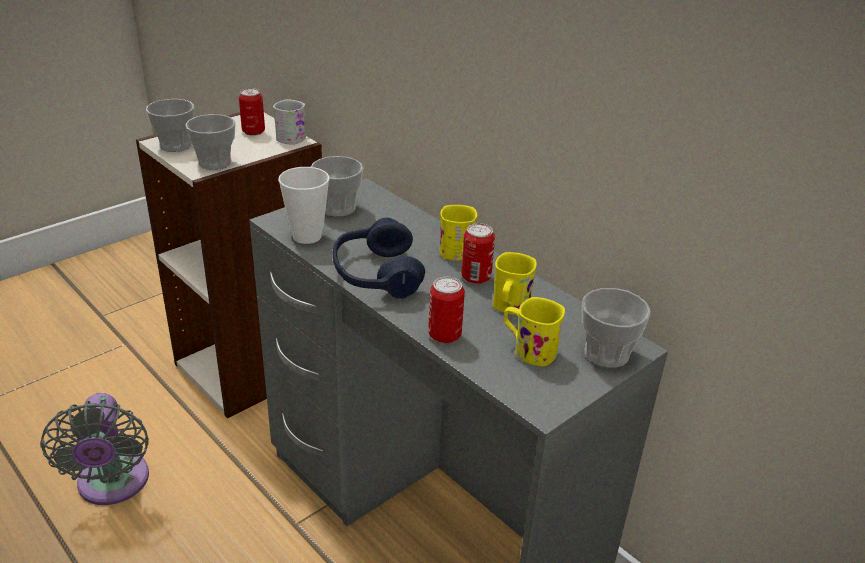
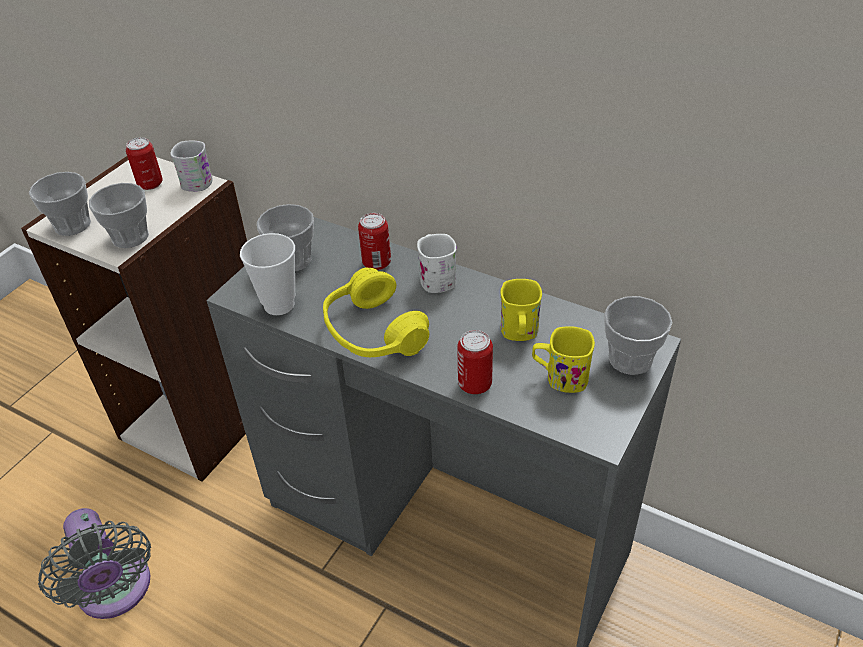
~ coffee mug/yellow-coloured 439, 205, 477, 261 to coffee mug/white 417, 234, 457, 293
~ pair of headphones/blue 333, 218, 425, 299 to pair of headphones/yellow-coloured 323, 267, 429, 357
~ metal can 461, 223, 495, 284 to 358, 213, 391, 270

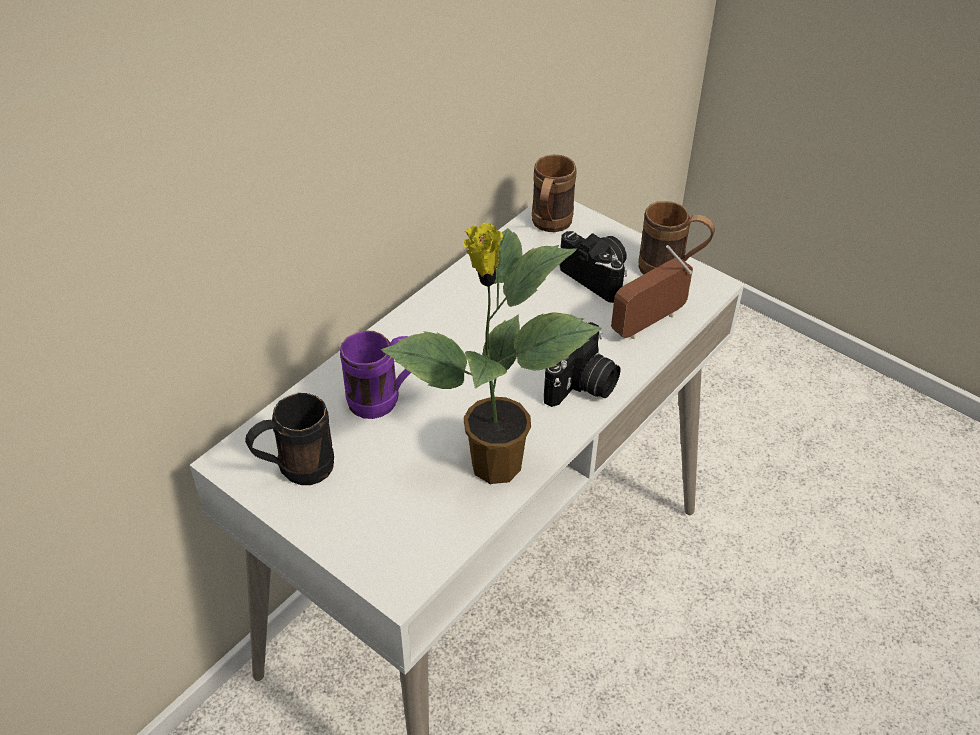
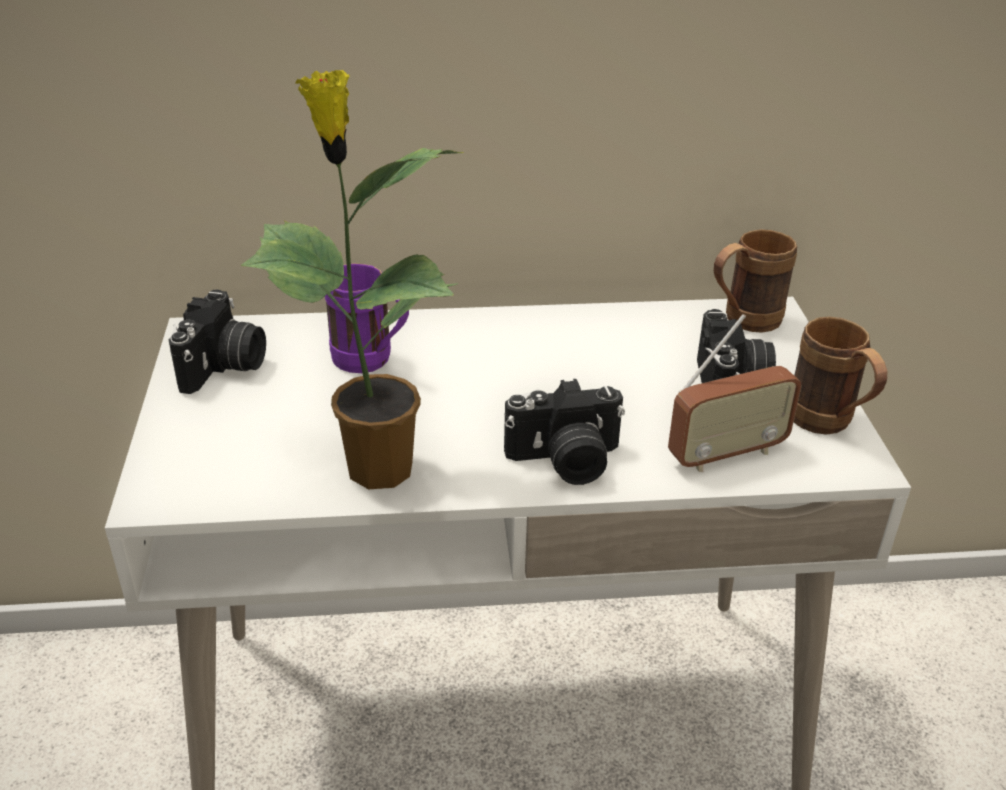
~ radio 611, 245, 693, 339 = 668, 314, 802, 472 150 degrees clockwise
~ coffee mug/black 245, 393, 334, 485 to photo camera 169, 290, 266, 394

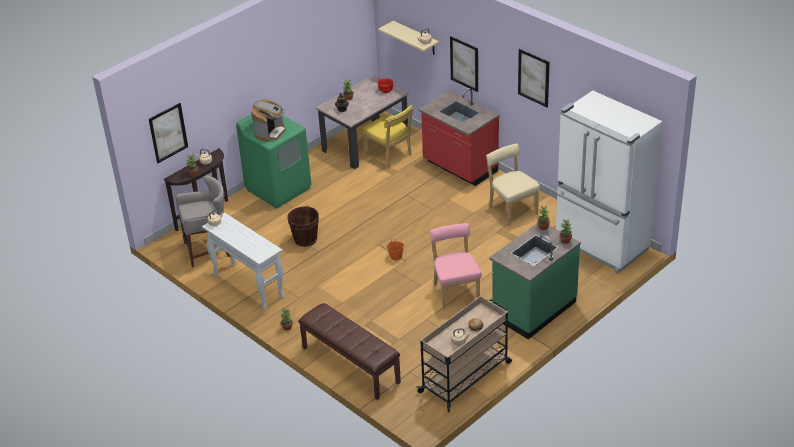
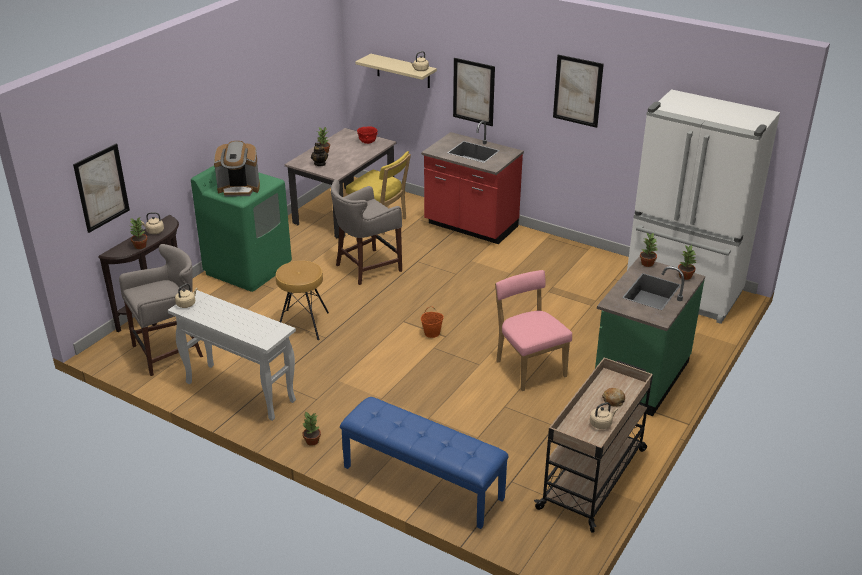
~ coffee maker 251, 99, 286, 142 = 214, 141, 260, 197 75 degrees clockwise
- plain chair/beige 486, 143, 540, 226
~ pail/brown 287, 205, 319, 247 to stool seat/brown 276, 261, 329, 340
~ indoor bench/brown 298, 303, 401, 400 to indoor bench/blue 340, 397, 509, 529
+ stool seat/greyish 331, 179, 402, 285

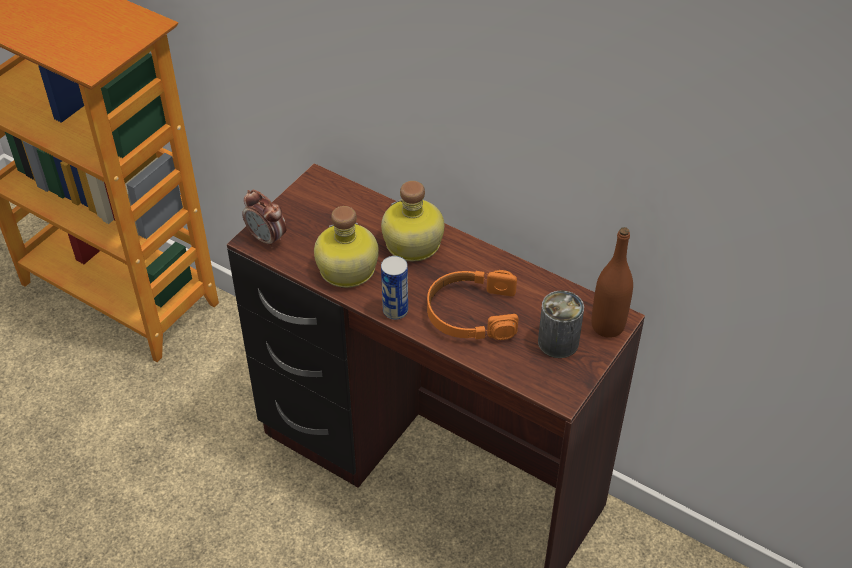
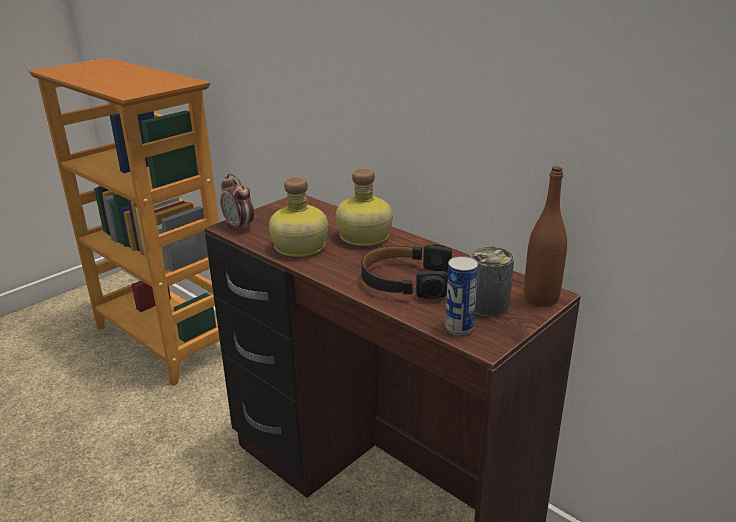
~ metal can 381, 256, 408, 320 to 445, 256, 478, 335
~ pair of headphones/orangey 427, 270, 518, 340 to pair of headphones/black 361, 244, 452, 299

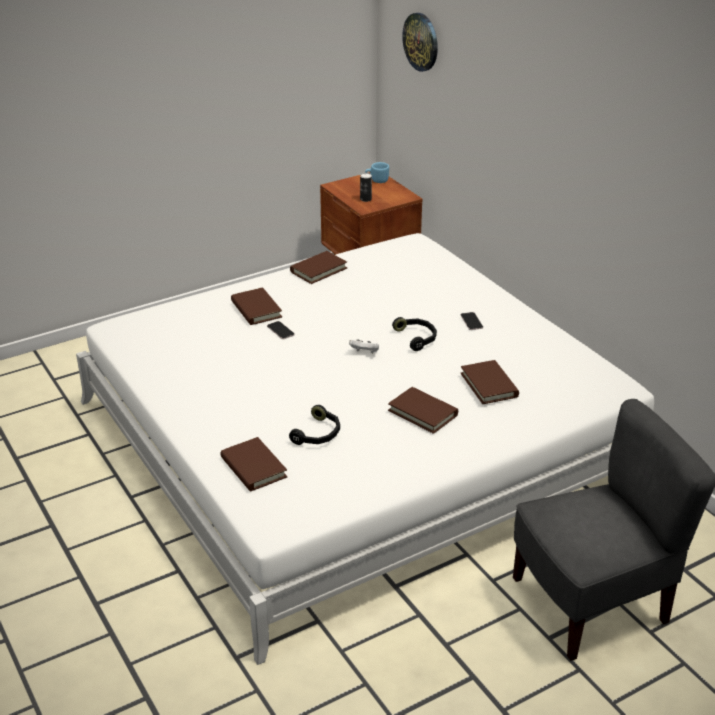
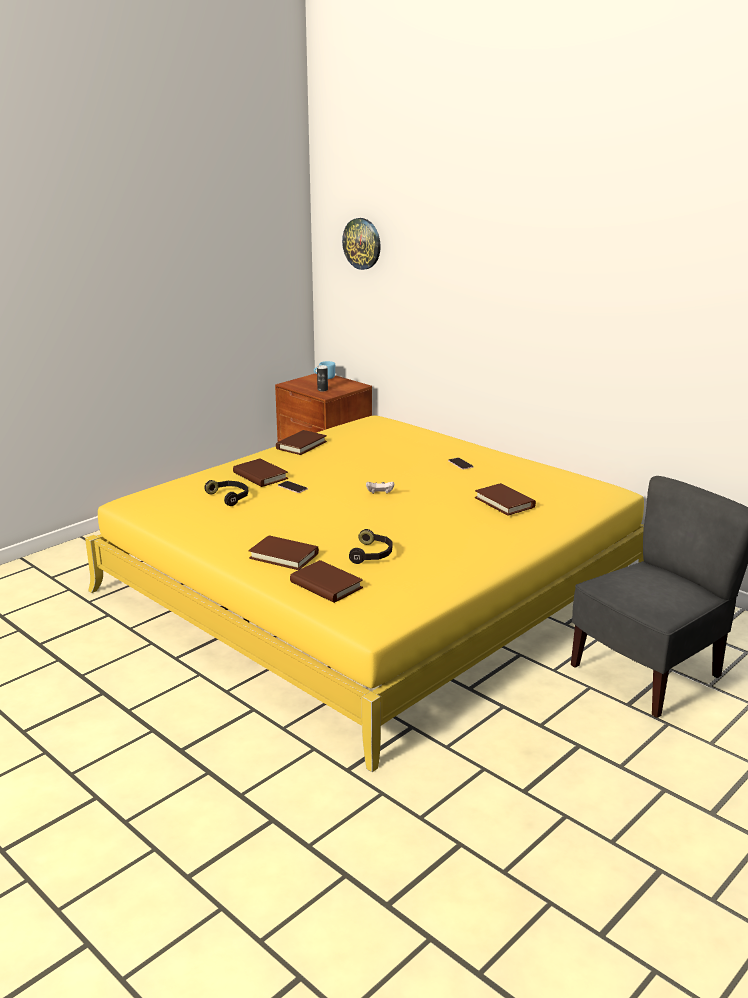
~ sleeping bed/white 76, 233, 654, 665 to sleeping bed/yellow-coloured 85, 415, 644, 772
~ pair of headphones/black 392, 317, 437, 351 to 204, 480, 248, 506
~ volume/brown 388, 387, 458, 434 to 248, 535, 319, 570

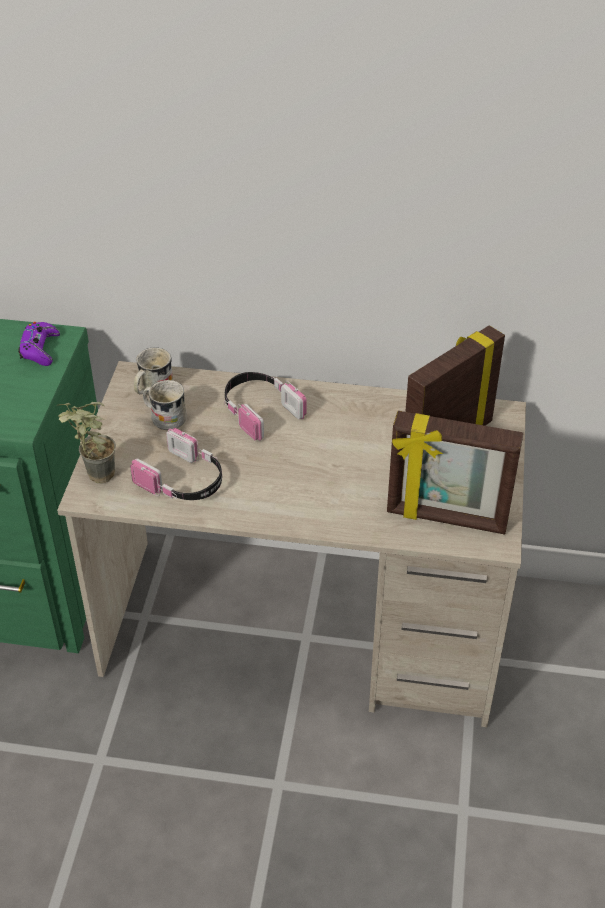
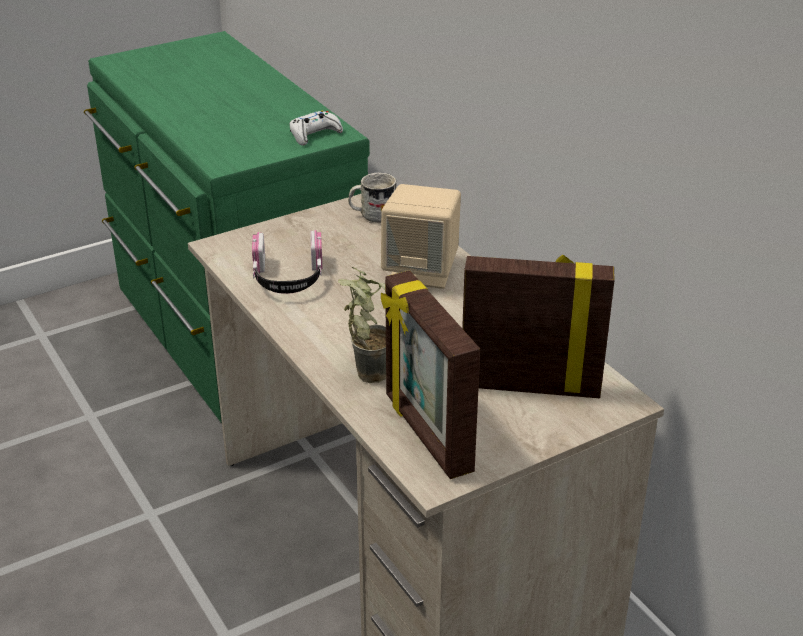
~ gamepad/purple 18, 322, 60, 366 to gamepad/white 290, 110, 343, 146
~ pair of headphones 224, 372, 307, 441 to speaker/beige 381, 184, 461, 289
- coffee mug/white 143, 380, 187, 430
~ houseplant 58, 402, 116, 483 to 338, 267, 386, 383

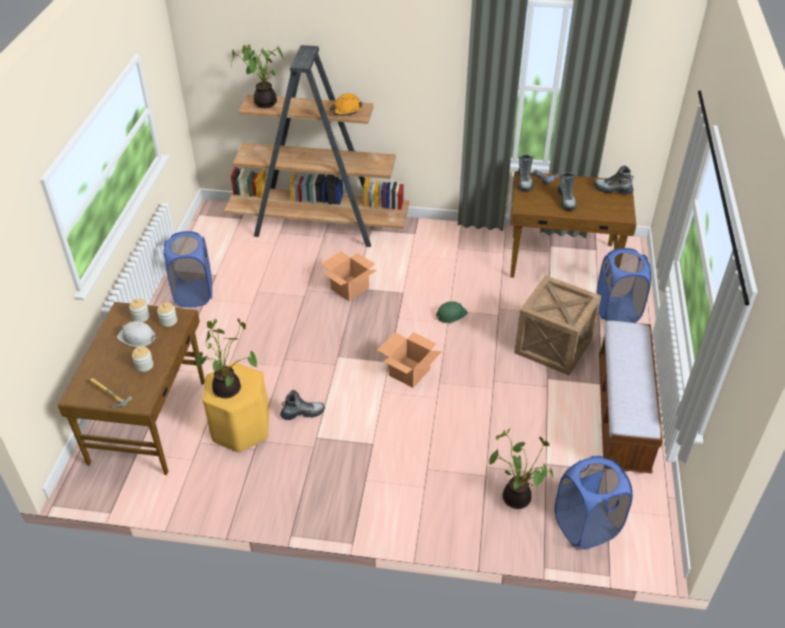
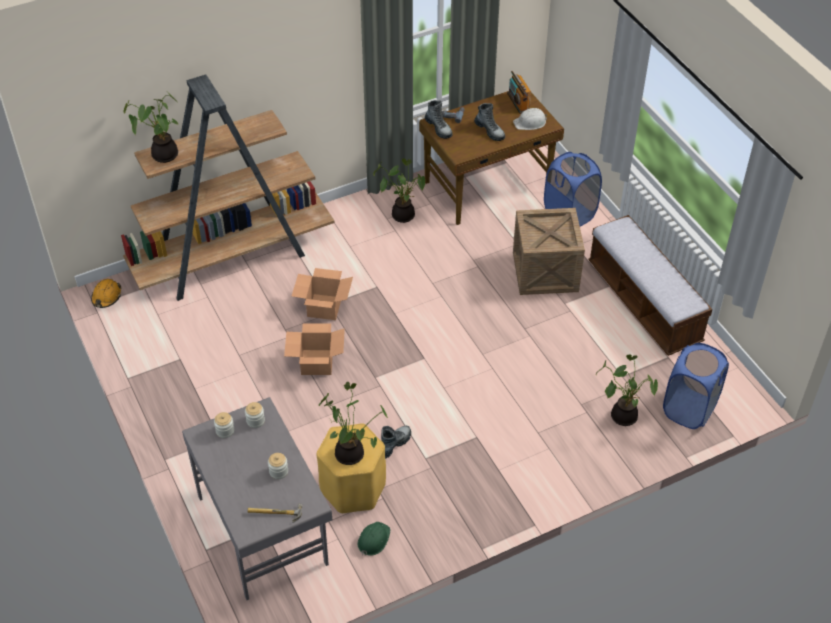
~ hard hat/orangey 330, 93, 362, 116 to 91, 279, 122, 308
~ tall boot 594, 166, 634, 194 to radio 507, 71, 531, 114
- washing basket/blue 163, 231, 212, 307
~ hard hat/green-coloured 436, 301, 468, 323 to 358, 522, 391, 556
~ desk unit/brown 58, 302, 205, 475 to desk unit/greyish 182, 397, 332, 600
~ hard hat/white 117, 321, 157, 347 to 513, 108, 547, 130
~ carton 377, 332, 442, 388 to 284, 323, 345, 375
+ houseplant 373, 158, 425, 223

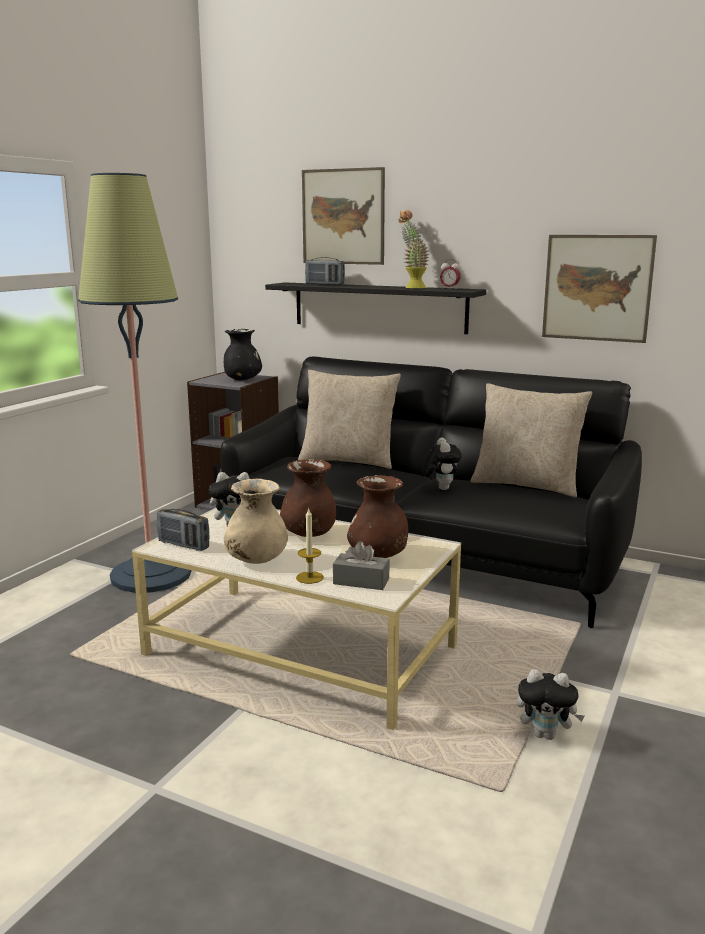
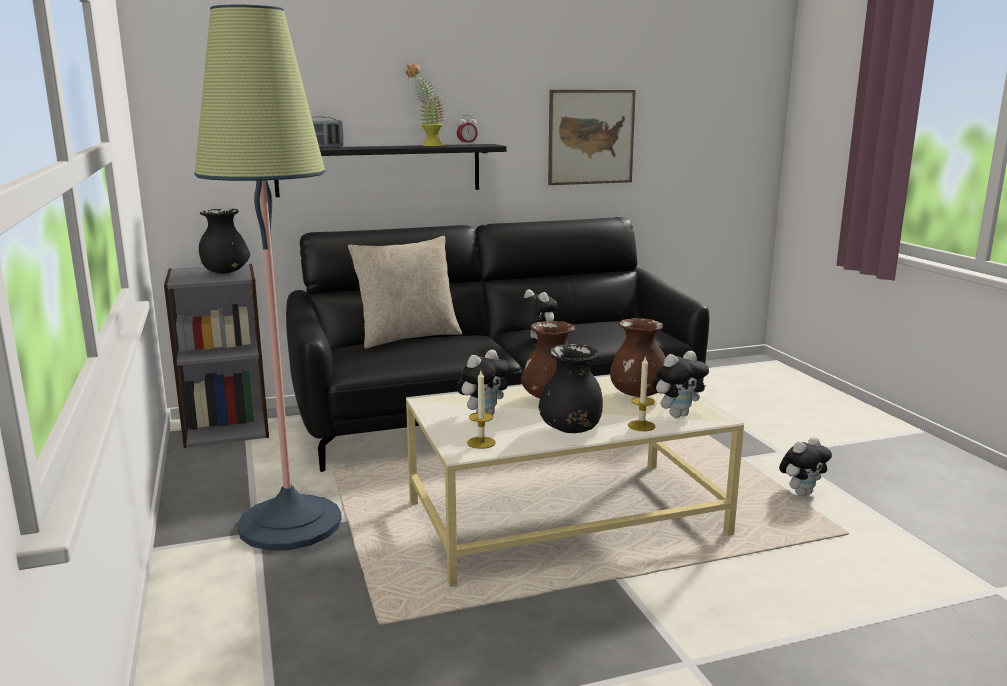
- wall picture 302, 167, 385, 265
- cushion/beige 471, 383, 592, 498
~ vase/beige 224, 479, 288, 564 to vase/black 539, 344, 603, 433
~ radio 157, 509, 209, 551 to wax light 467, 371, 496, 449
~ tissue box/greyish 333, 541, 390, 590 to soft toy 652, 351, 709, 418

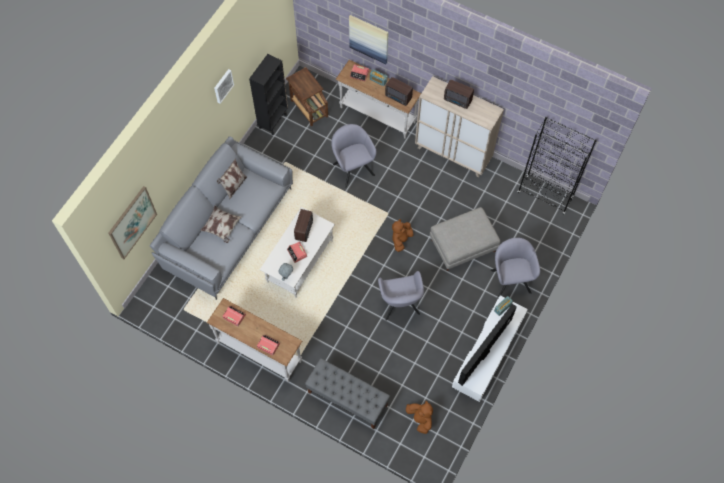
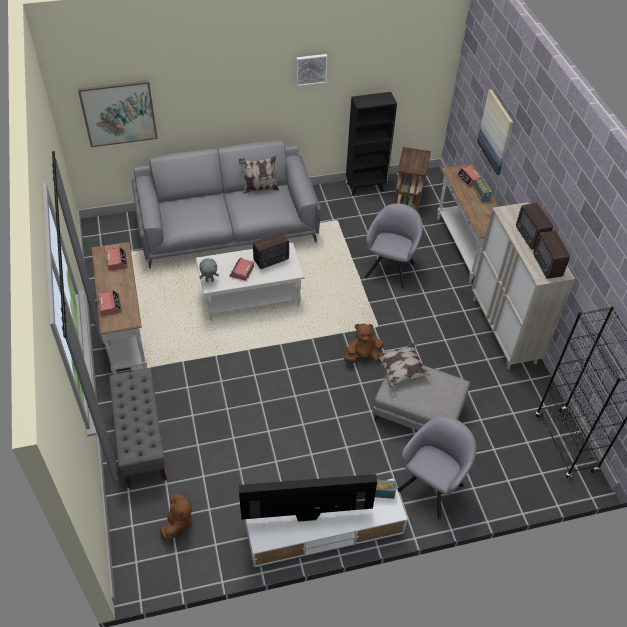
~ radio 385, 77, 413, 106 to 533, 231, 570, 279
~ cushion 200, 205, 241, 243 to 375, 343, 431, 388
- easy chair/greyish 378, 271, 424, 321

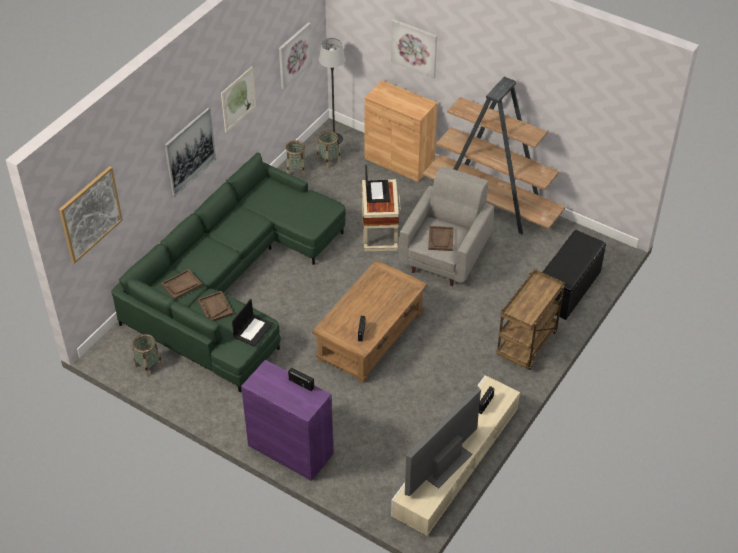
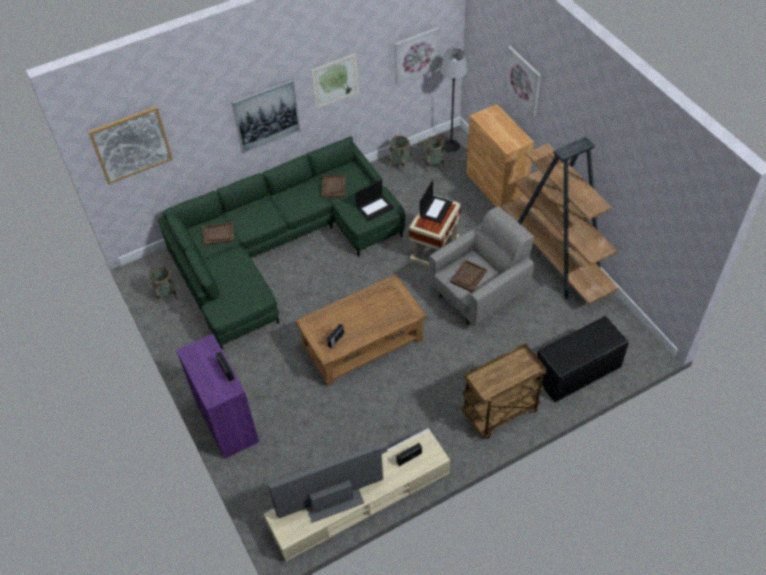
~ carrying tray/brown 198, 291, 234, 321 to 321, 175, 346, 198
~ portable computer 232, 299, 273, 347 to 355, 180, 394, 221

